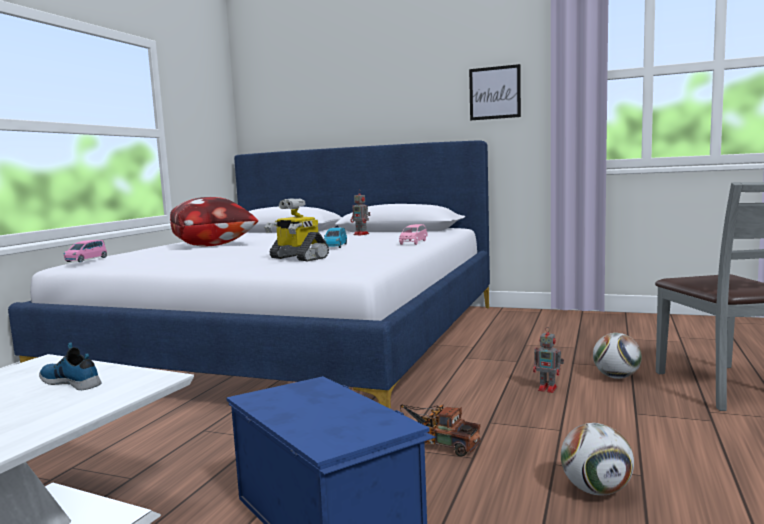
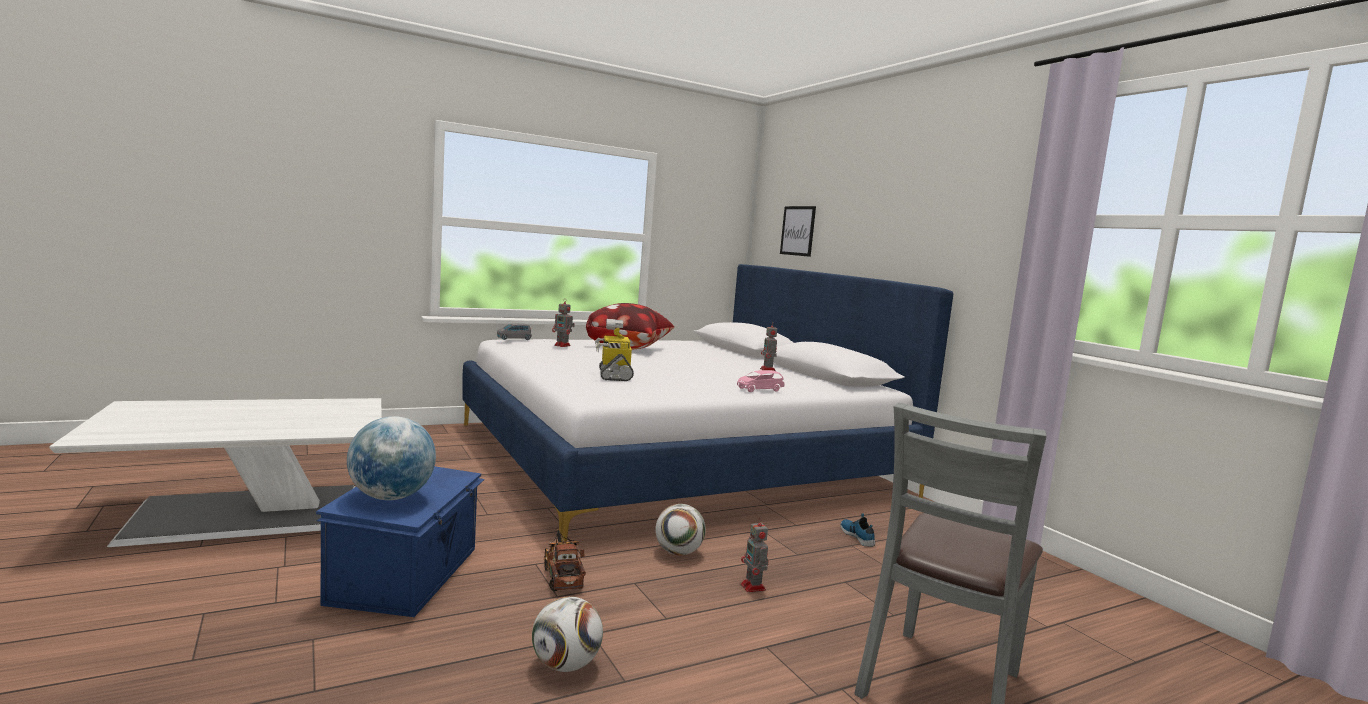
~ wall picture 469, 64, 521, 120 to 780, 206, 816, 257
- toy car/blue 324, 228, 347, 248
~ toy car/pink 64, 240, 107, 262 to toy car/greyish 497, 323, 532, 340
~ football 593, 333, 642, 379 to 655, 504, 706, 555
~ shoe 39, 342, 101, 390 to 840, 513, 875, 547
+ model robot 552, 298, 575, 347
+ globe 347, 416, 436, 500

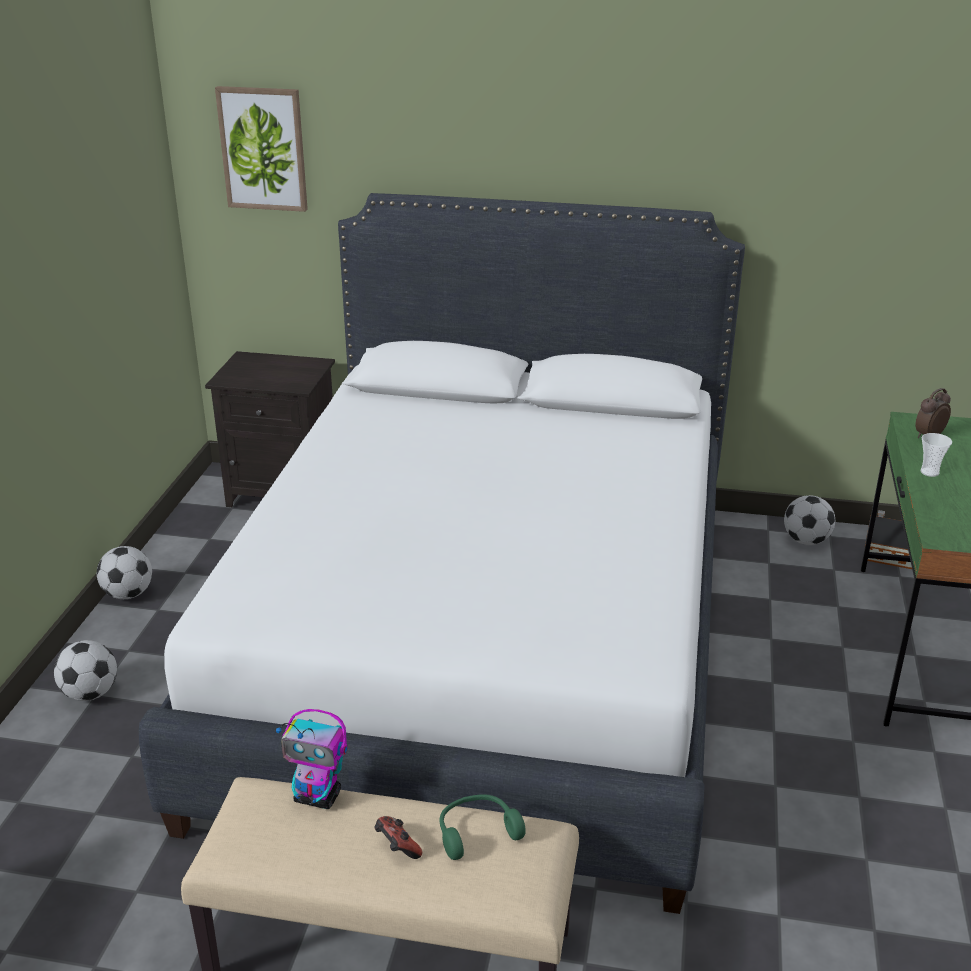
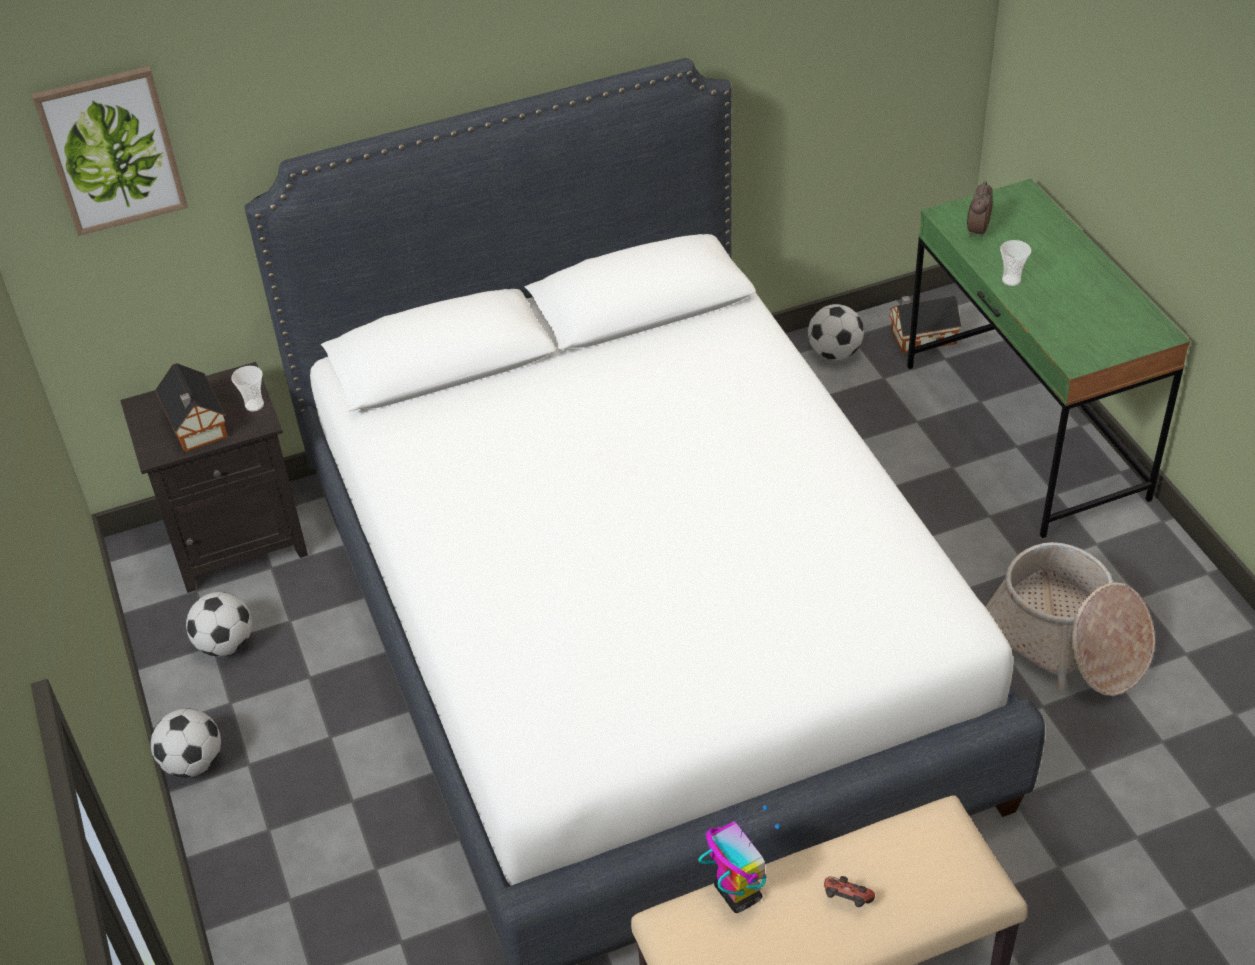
~ football 54, 640, 117, 701 to 186, 592, 252, 656
~ model robot 276, 709, 348, 809 = 698, 805, 780, 913 105 degrees counterclockwise
- pair of headphones/green-coloured 440, 794, 526, 860
+ model house 155, 363, 228, 452
+ small cup 231, 366, 264, 411
+ basket 986, 542, 1155, 696

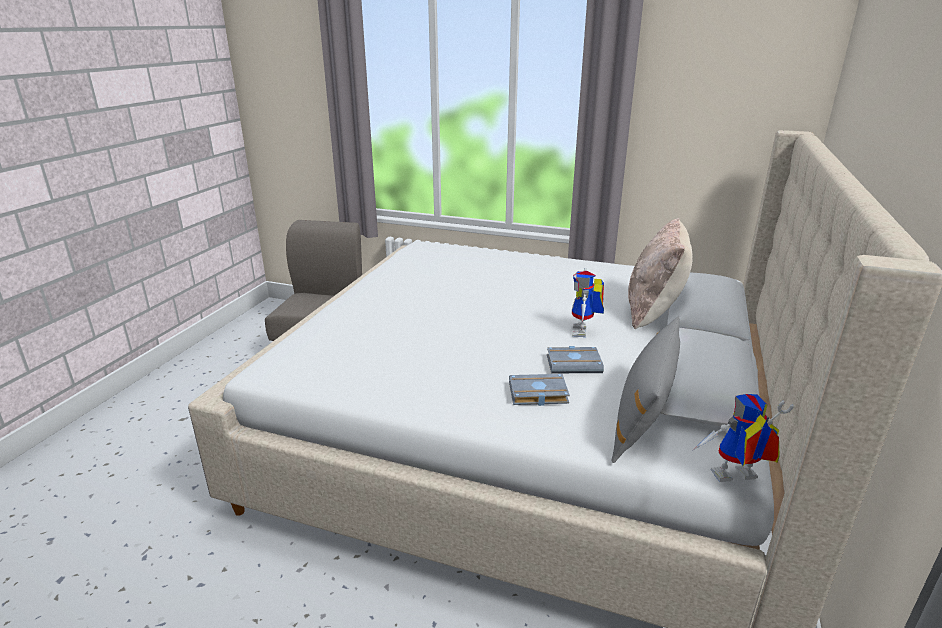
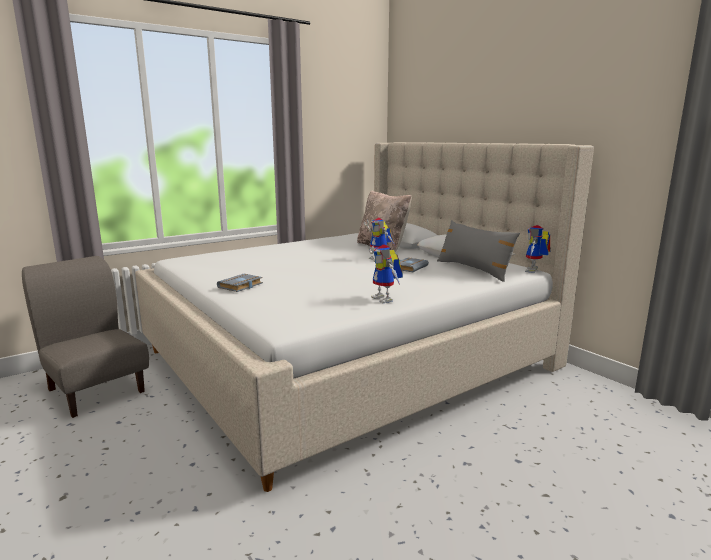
~ volume/greyish 509, 374, 570, 406 to 217, 274, 263, 292
+ model robot 369, 245, 403, 303

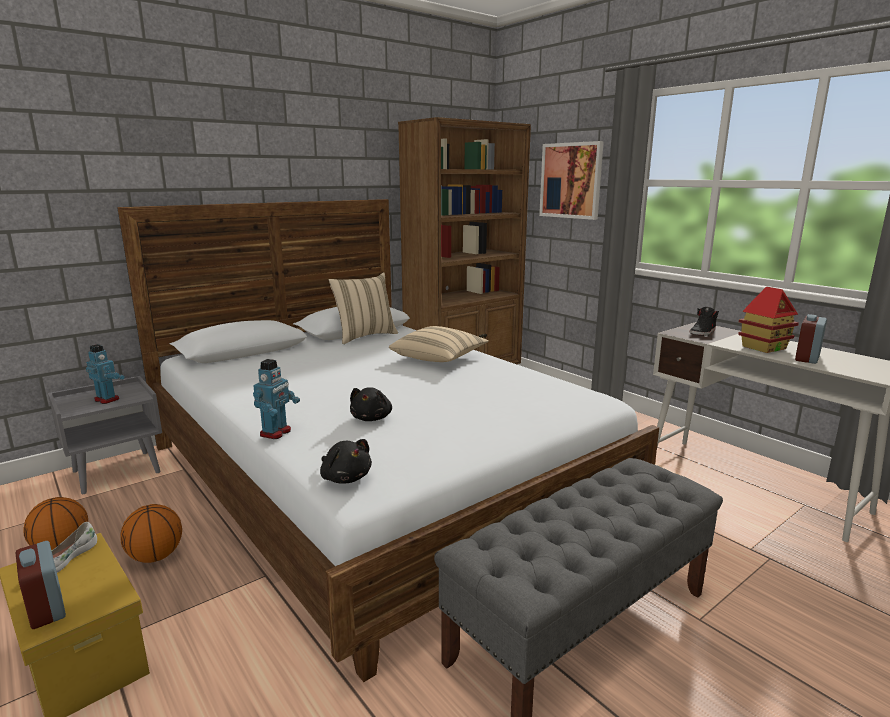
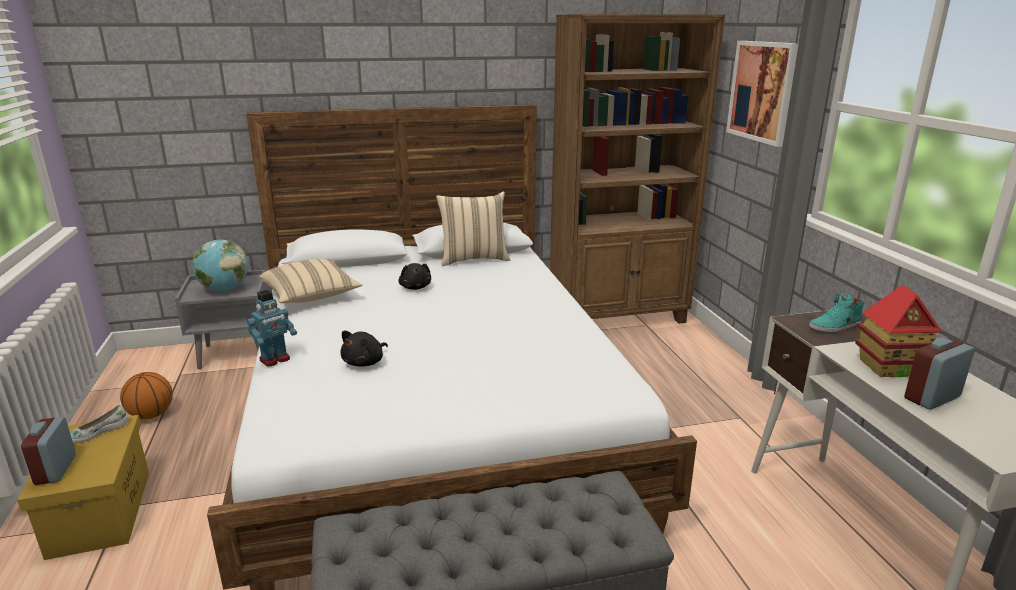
~ shoe/black 690, 307, 719, 336 to shoe/turquoise-coloured 809, 293, 864, 333
~ cushion/beige 389, 326, 489, 362 to 259, 259, 362, 303
~ model robot 86, 344, 125, 404 to globe 192, 239, 248, 291
~ soft toy/black 320, 439, 372, 484 to 398, 263, 431, 290
- basketball ball 120, 504, 182, 563

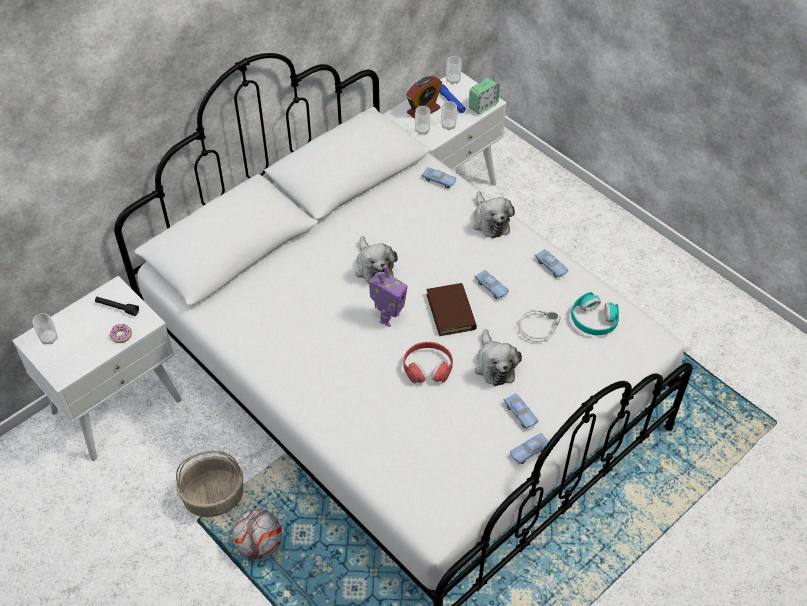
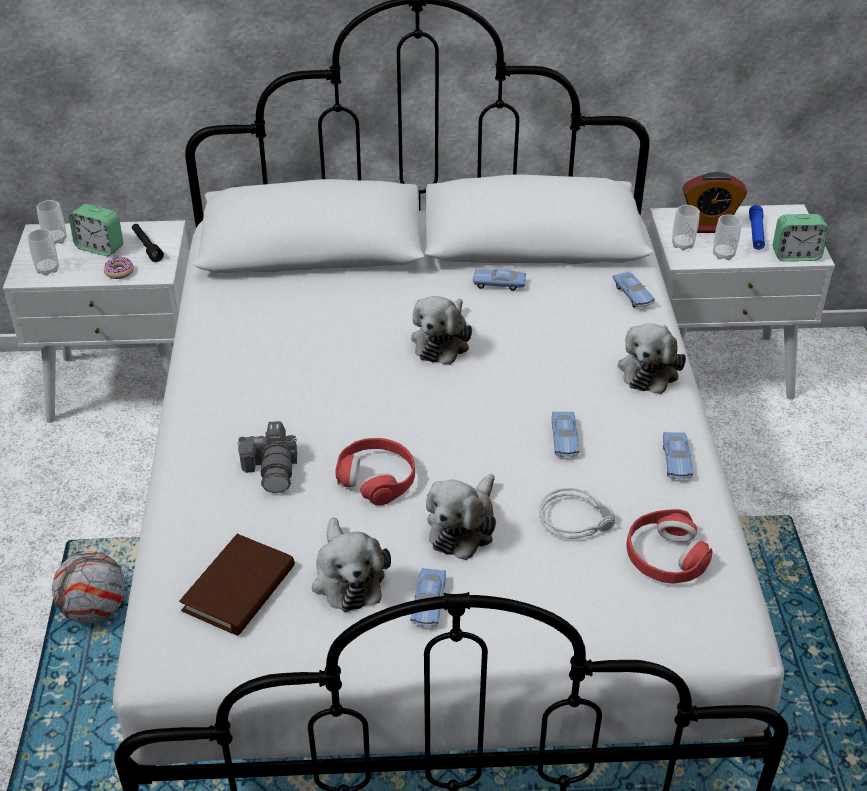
~ small cup 446, 56, 462, 84 to 27, 229, 59, 276
- model robot 369, 265, 408, 327
~ volume/brown 426, 283, 477, 336 to 179, 534, 295, 636
~ pair of headphones/turquoise-coloured 571, 292, 619, 335 to pair of headphones/red-coloured 627, 509, 713, 584
~ toy car/blue 510, 433, 549, 464 to 473, 269, 526, 291
- basket 176, 451, 243, 517
+ table clock 69, 204, 123, 256
+ photo camera 237, 421, 297, 493
+ soft toy 312, 517, 391, 612

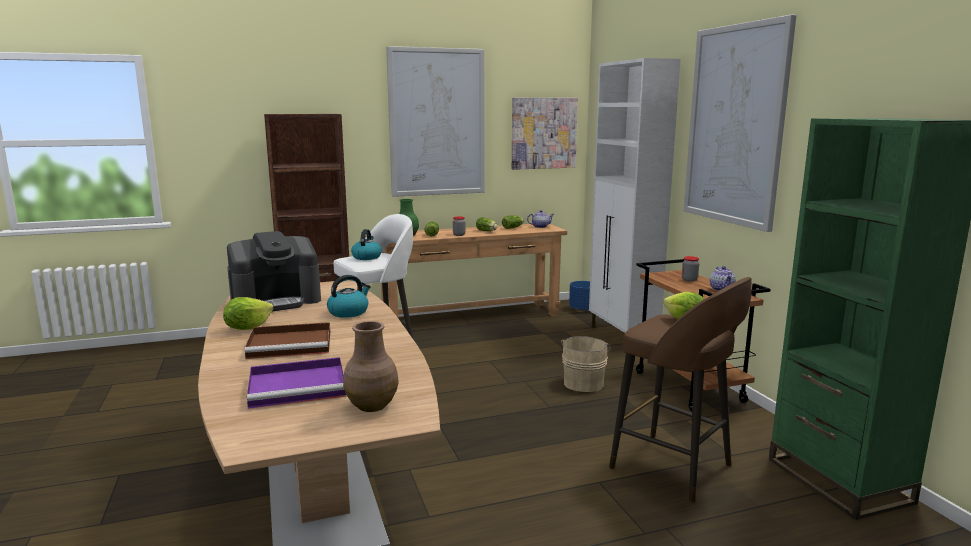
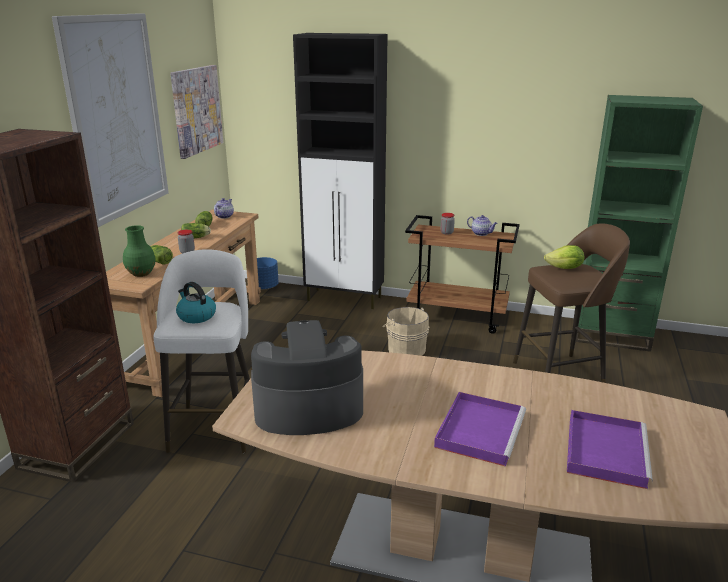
- wall picture 684, 15, 796, 232
~ cupboard/white 589, 58, 681, 333 to cupboard/black 293, 33, 388, 309
~ coffee maker 227, 231, 321, 311 = 251, 320, 363, 435 105 degrees counterclockwise
- water kettle 327, 275, 371, 318
- lettuce 223, 297, 274, 330
- vase/brown 343, 321, 399, 412
~ carrying tray/brown 244, 322, 330, 359 to carrying tray/purple 434, 392, 526, 467

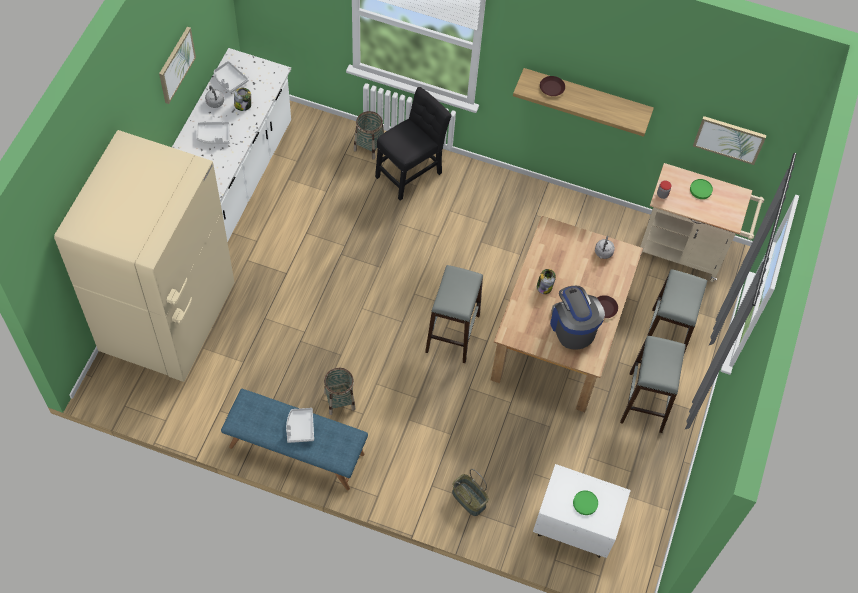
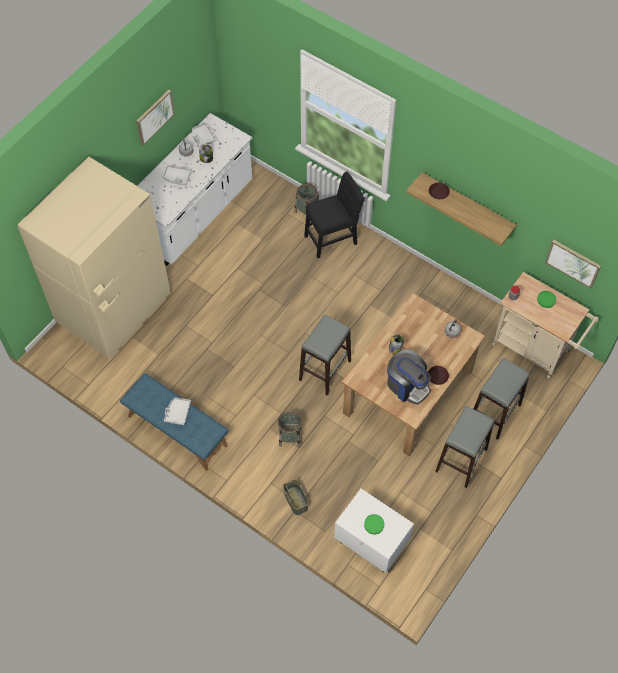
~ coffee maker 550, 286, 605, 350 = 387, 350, 431, 405 135 degrees clockwise
~ basket 324, 368, 355, 415 to 278, 411, 302, 447

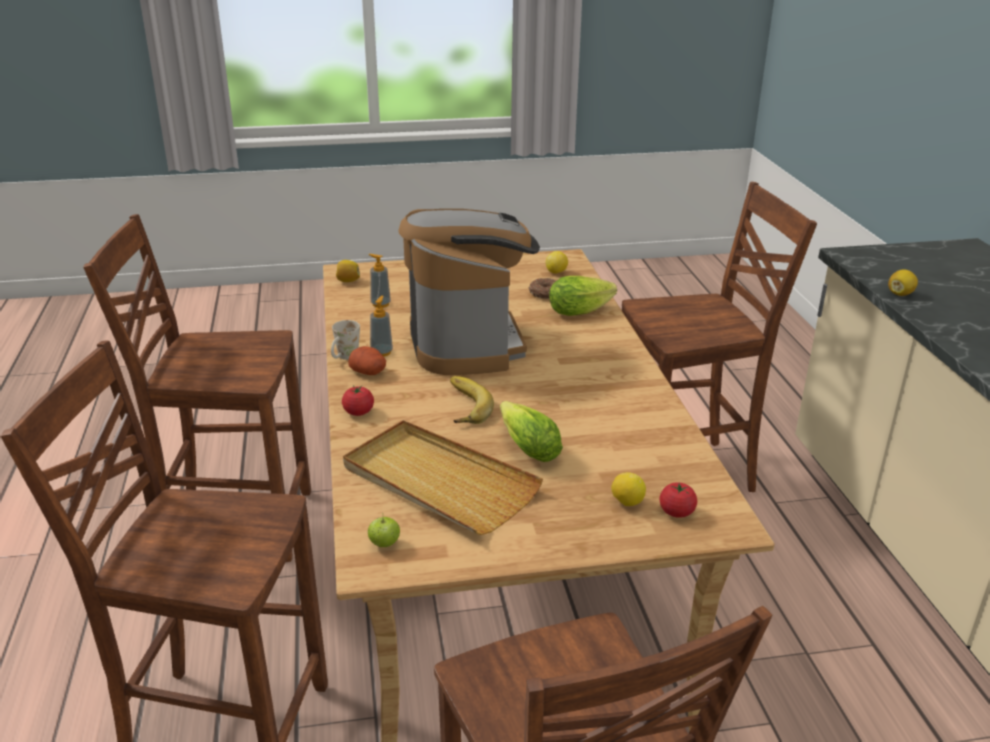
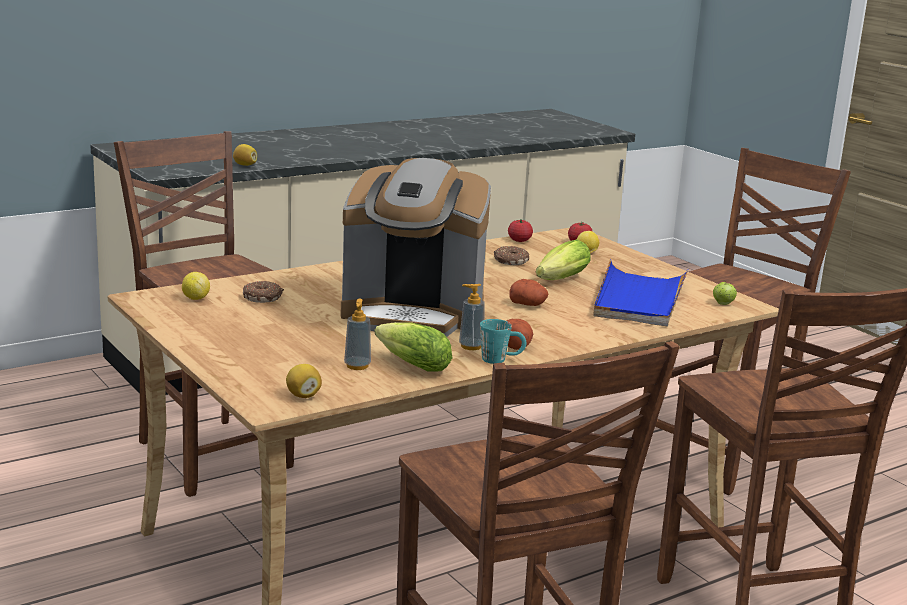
~ coffee maker 398, 209, 540, 375 = 341, 158, 491, 337 135 degrees counterclockwise
~ lettuce 549, 276, 617, 316 to 374, 322, 452, 372
~ coffee mug/white 331, 320, 360, 360 to coffee mug/turquoise-coloured 480, 319, 526, 364
~ banana 450, 376, 494, 424 to whole potato 509, 279, 548, 306
~ whole tomato 342, 385, 374, 416 to 508, 219, 533, 242
~ carrying tray/beige 343, 420, 543, 535 to carrying tray/blue 593, 260, 688, 327
+ doughnut 494, 246, 529, 265

